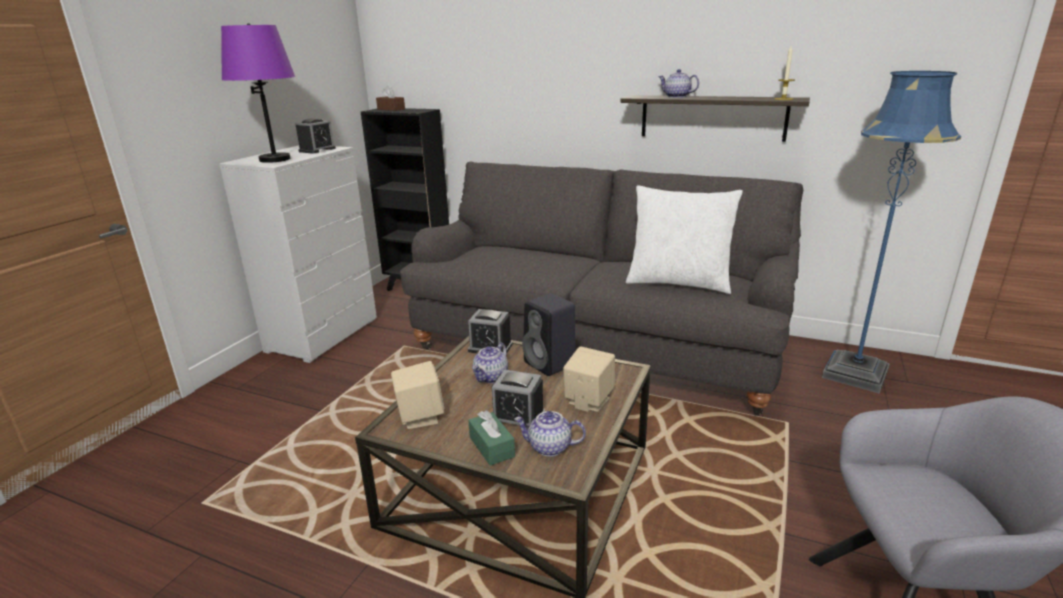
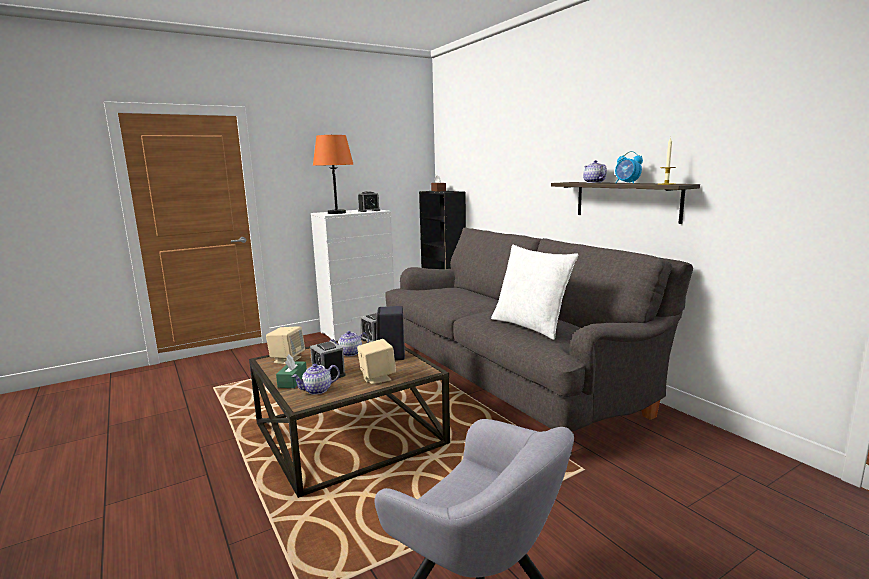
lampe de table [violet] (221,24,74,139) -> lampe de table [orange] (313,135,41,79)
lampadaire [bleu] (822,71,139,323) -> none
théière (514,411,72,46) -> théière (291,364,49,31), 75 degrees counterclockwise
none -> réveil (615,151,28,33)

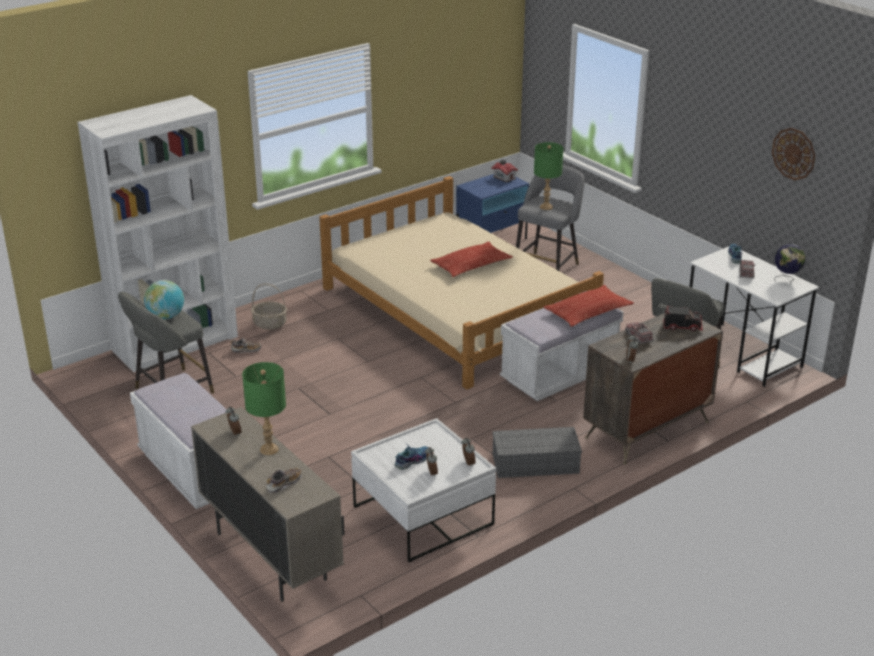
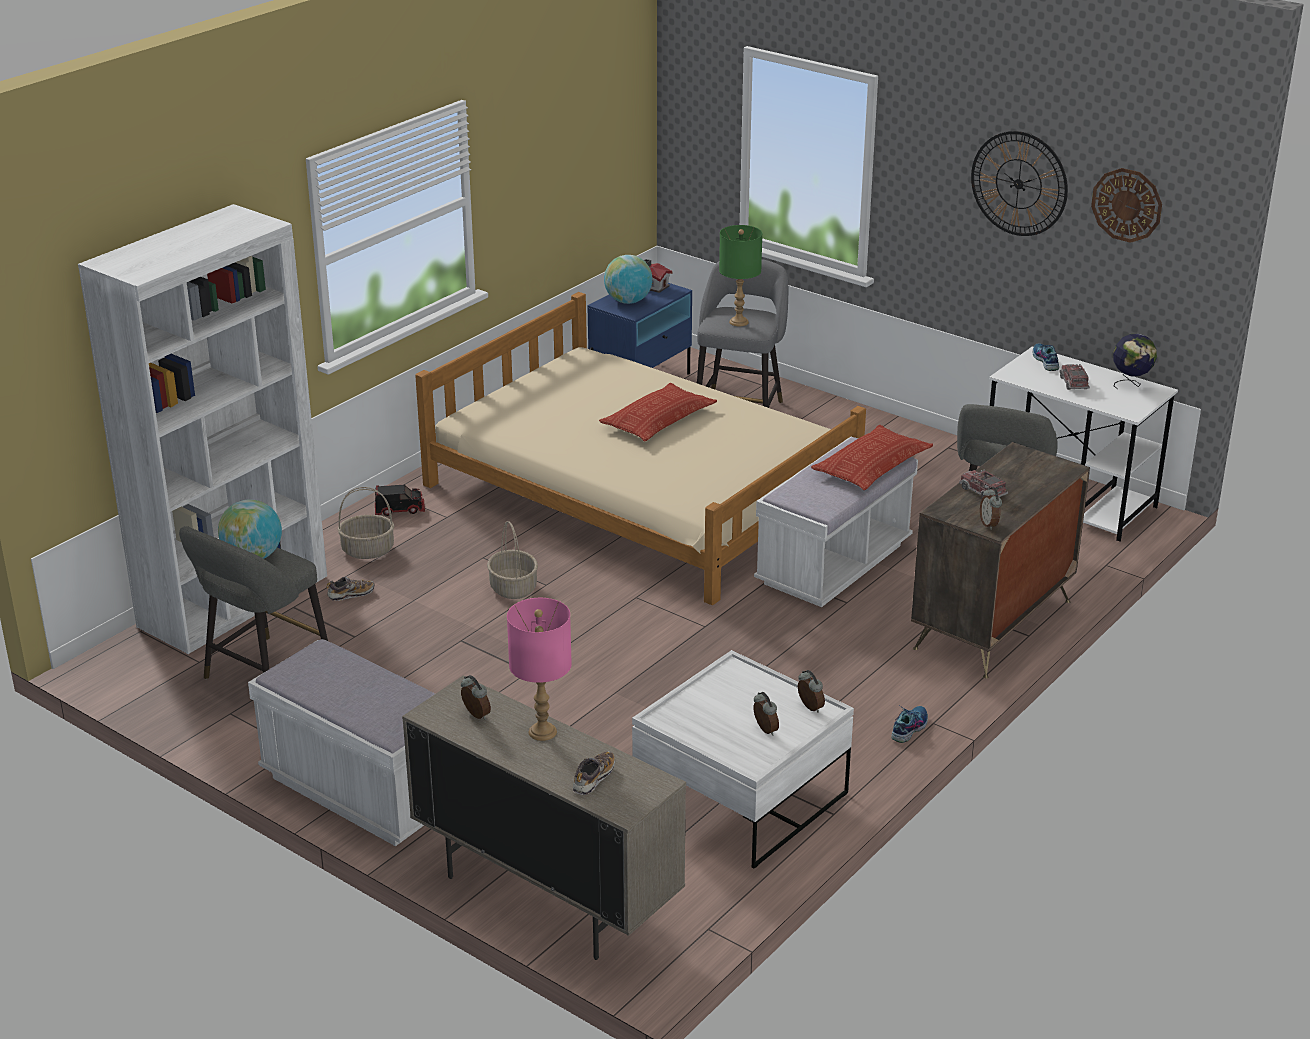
camion jouet (663,306,40,25) -> camion jouet (375,485,50,31), shifted
lampe de table [vert] (242,362,44,93) -> lampe de table [rose] (507,598,65,143)
boîte de rangement [gris] (492,427,90,51) -> none
chaussure (395,446,33,24) -> chaussure (891,705,37,38), shifted
none -> horloge murale (971,131,97,105)
none -> globe (604,255,49,49)
none -> panier (487,521,51,78)

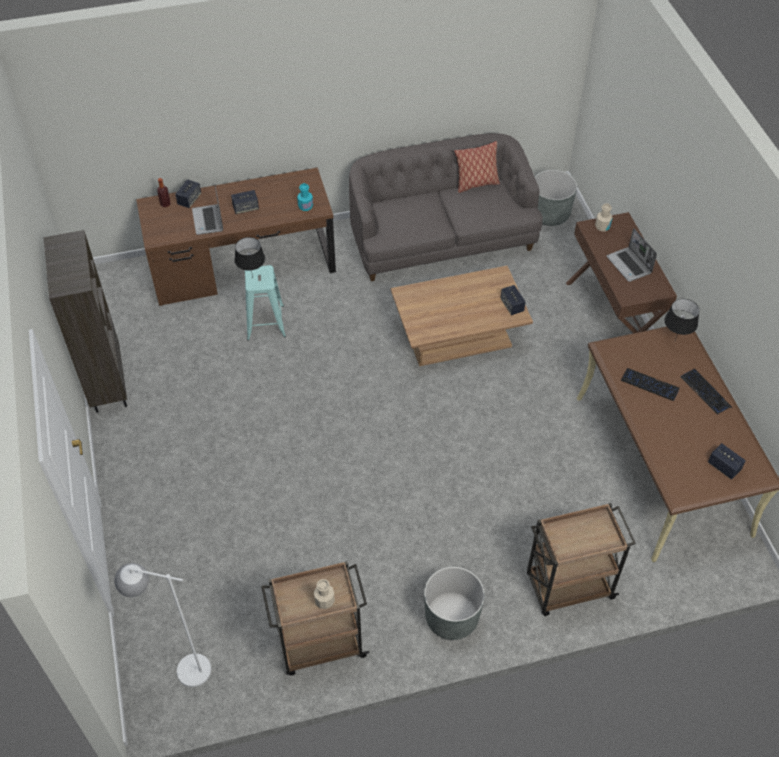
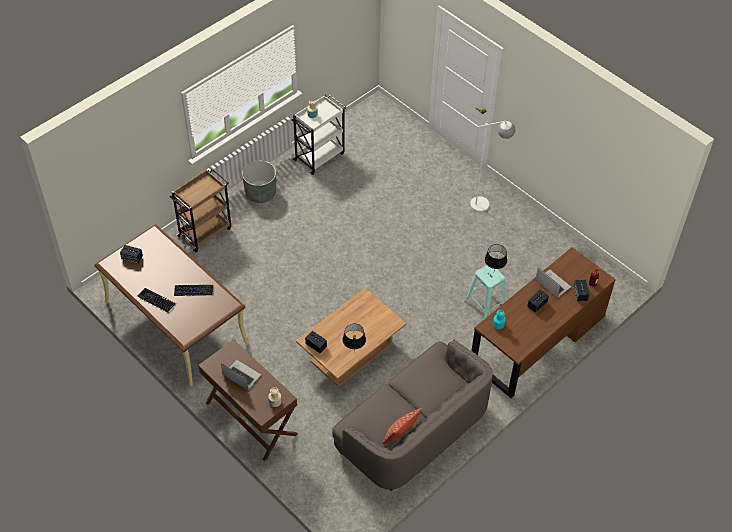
cache-pot [gris] (535,170,42,56) -> none
bibliothèque [marron] (43,230,84,183) -> none
lampe de table [noir] (664,299,35,41) -> lampe de table [noir] (343,324,23,25), shifted
chariot [marron] (261,561,108,115) -> chariot [blanc] (291,95,55,80)
lampadaire [blanc] (114,563,97,124) -> lampadaire [blanc] (470,121,45,91), shifted

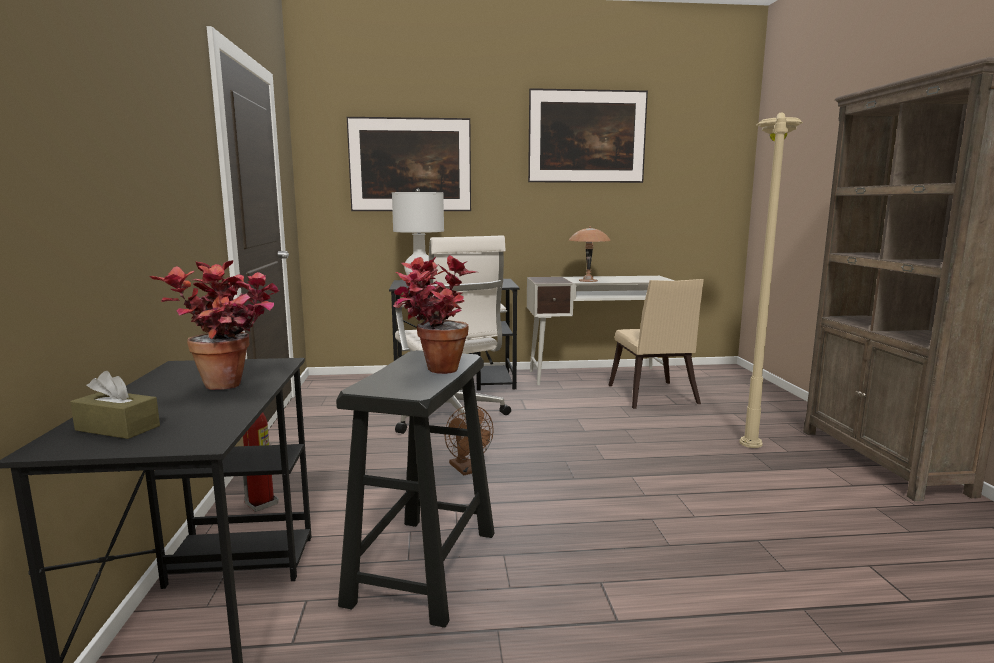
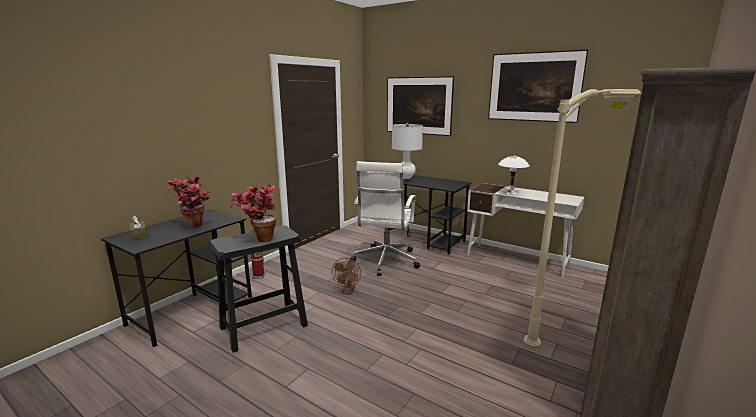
lampe de table [marron] (569,226,42,56) -> lampe de table [blanc] (498,155,32,40)
chaise [beige] (609,279,95,130) -> none

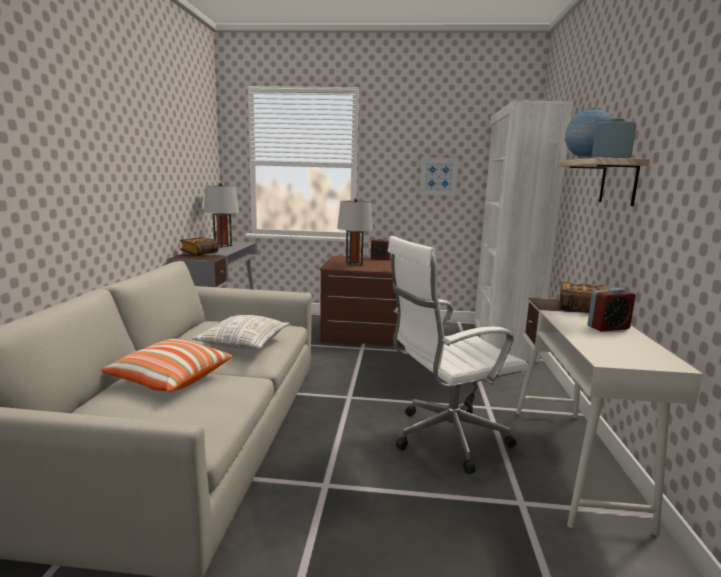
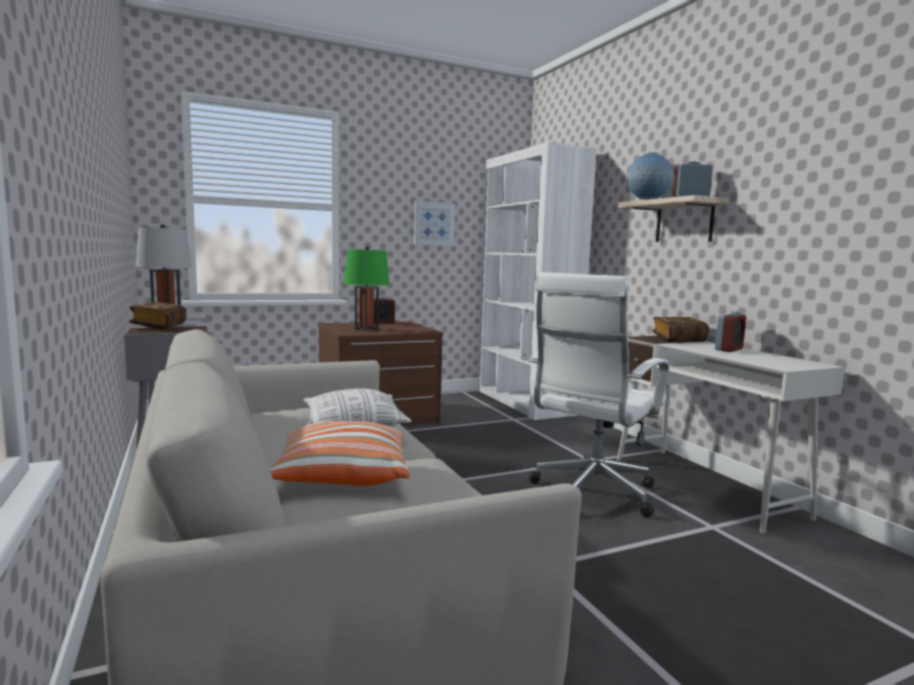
lampe de table [gris] (337,198,36,68) -> lampe de table [vert] (344,246,46,85)

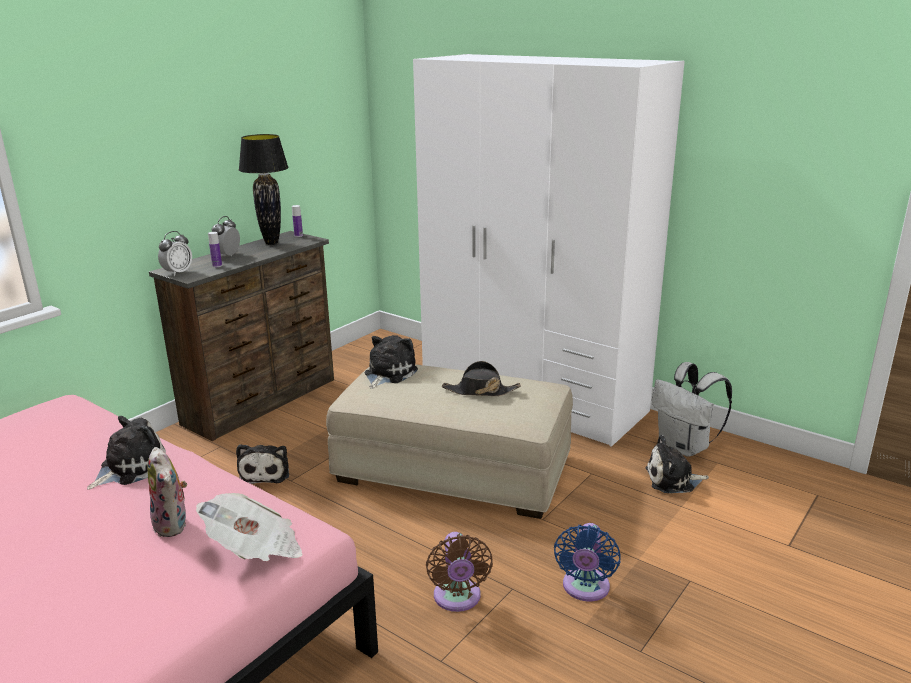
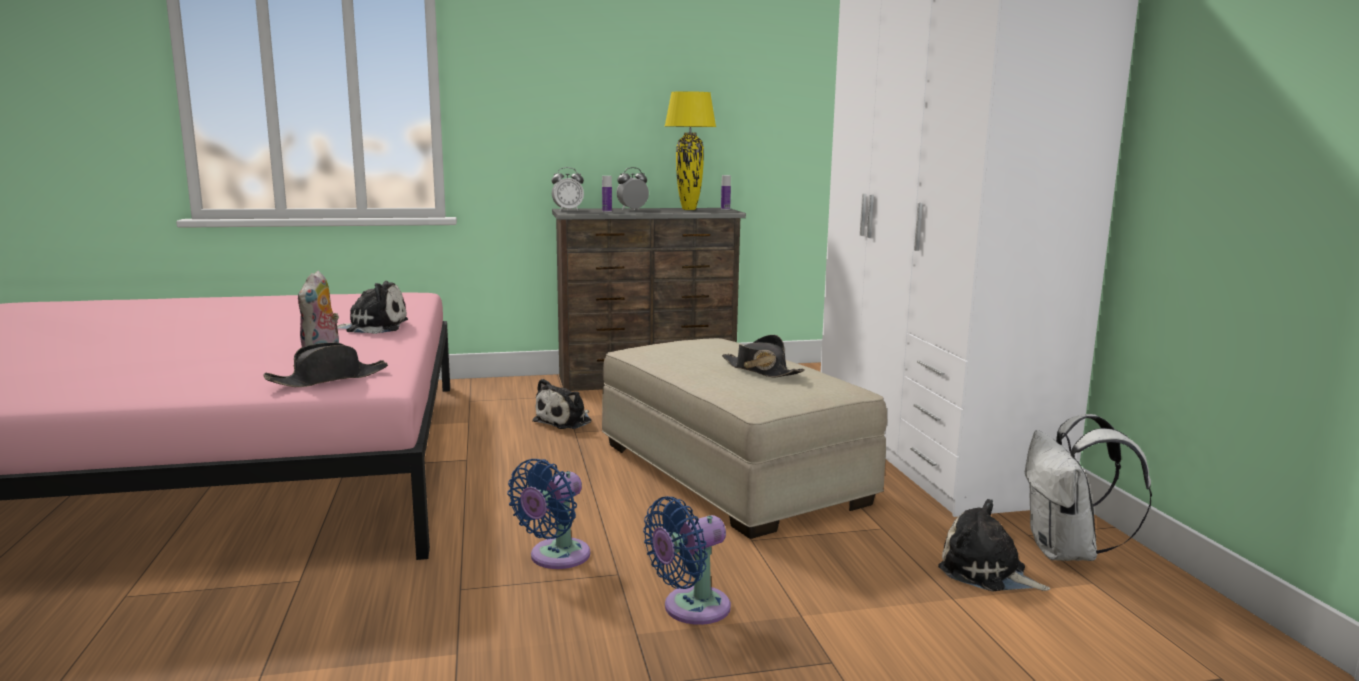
lampe de table [noir] (239,134,50,111) -> lampe de table [jaune] (665,91,51,119)
peluche (364,335,54,54) -> none
journal (196,493,107,68) -> chapeau [noir] (263,342,125,45)
ventilateur [marron] (426,532,67,80) -> ventilateur [bleu] (507,459,83,110)

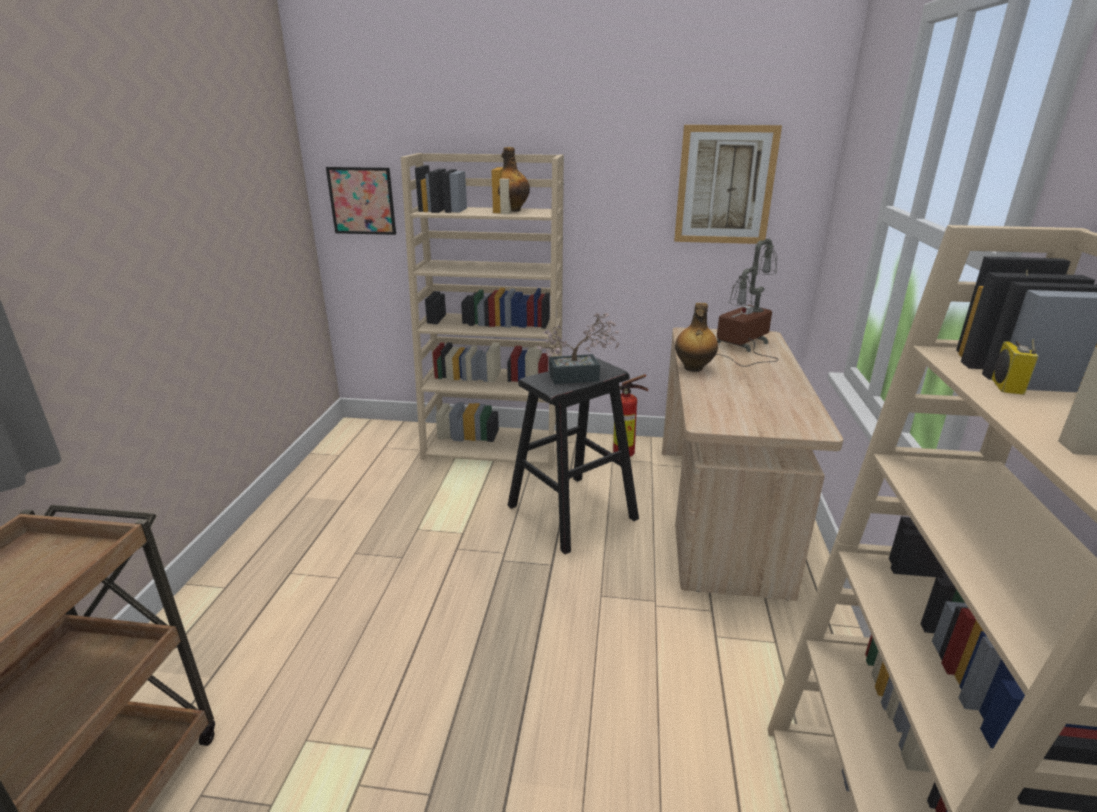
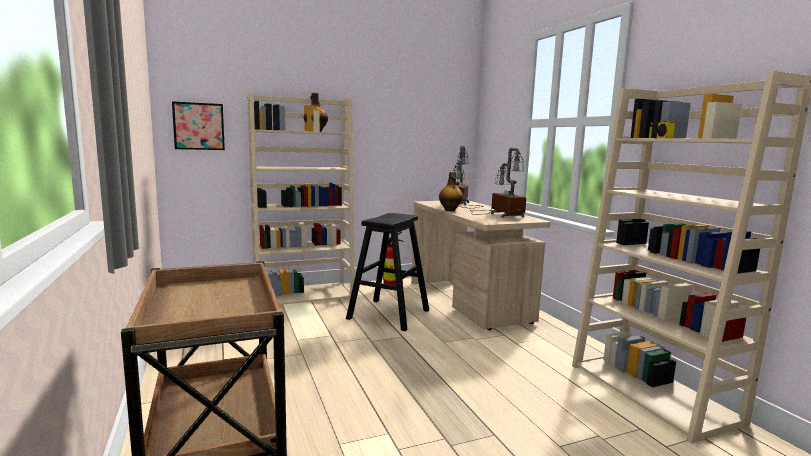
tableau (674,125,108,119) -> none
plante en pot (537,313,82,71) -> none
none -> lampe de table (470,148,56,70)

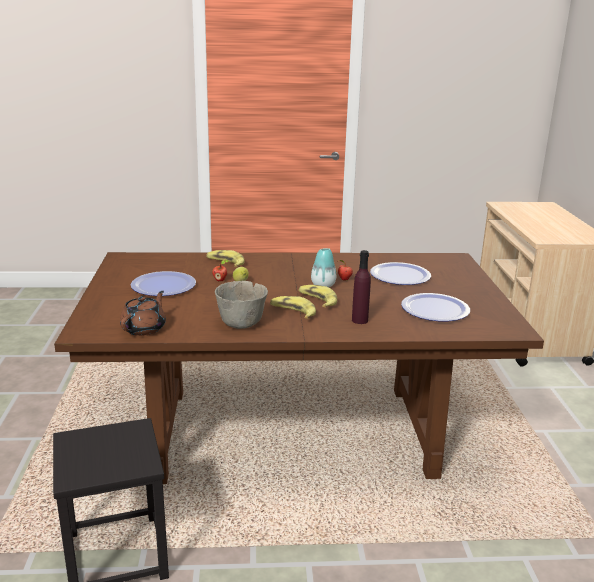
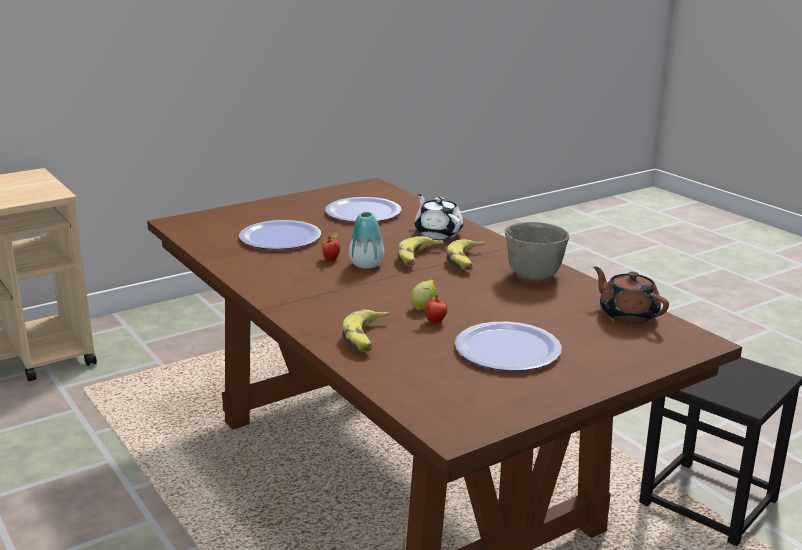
bouteille [violet] (352,250,19,74) -> théière [blanc] (415,194,48,45)
théière [marron] (120,291,46,45) -> théière [marron] (593,266,76,58), 60 degrees clockwise

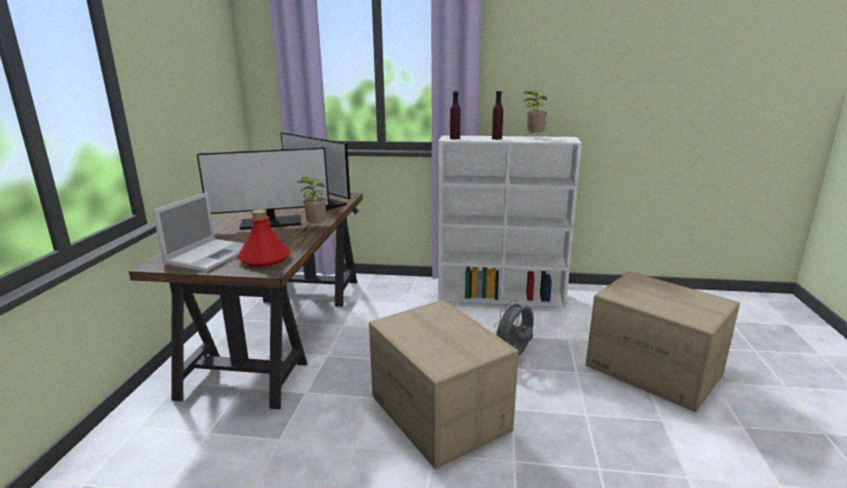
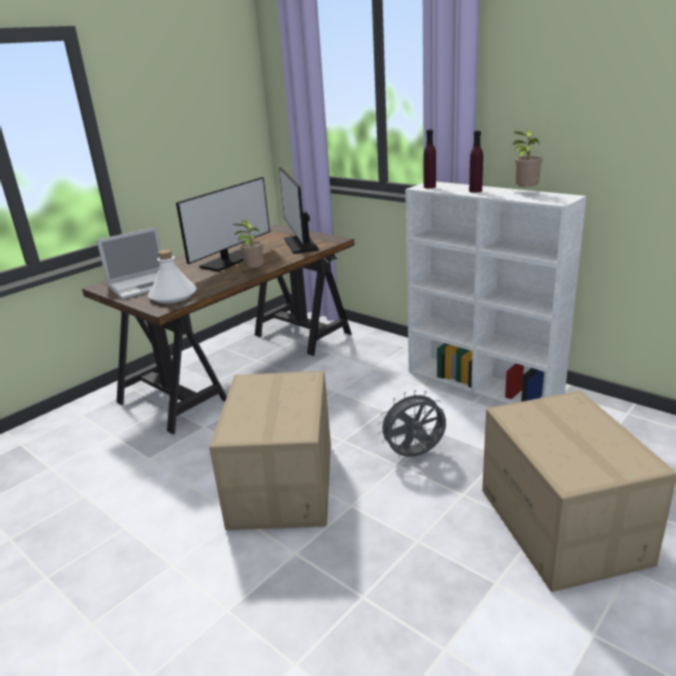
écran d'ordinateur (197,147,132,83) -> écran d'ordinateur (176,177,94,95), 75 degrees counterclockwise
bouteille [rouge] (237,209,54,58) -> bouteille [blanc] (148,250,49,54)

